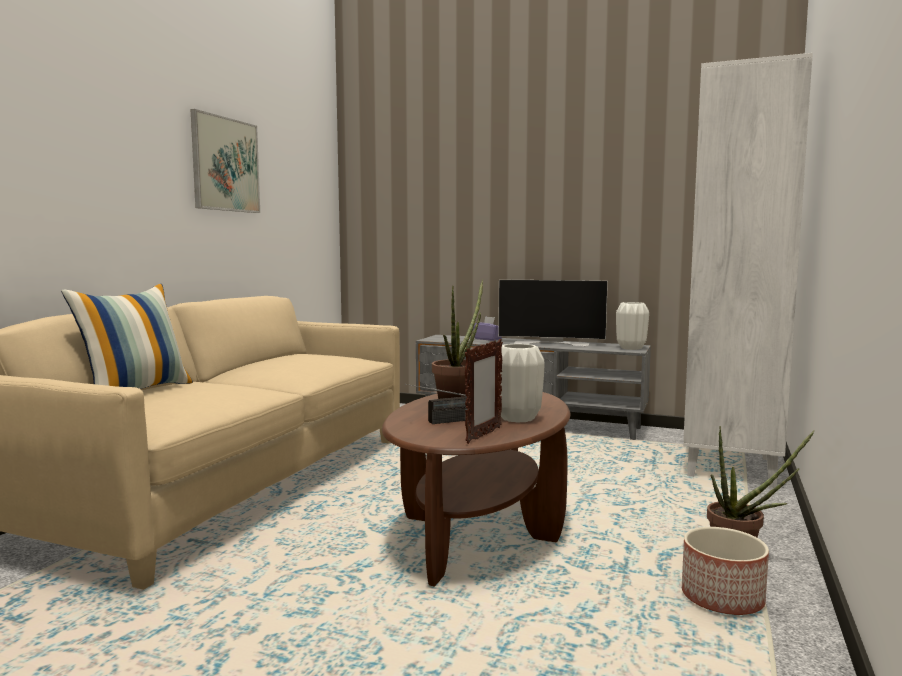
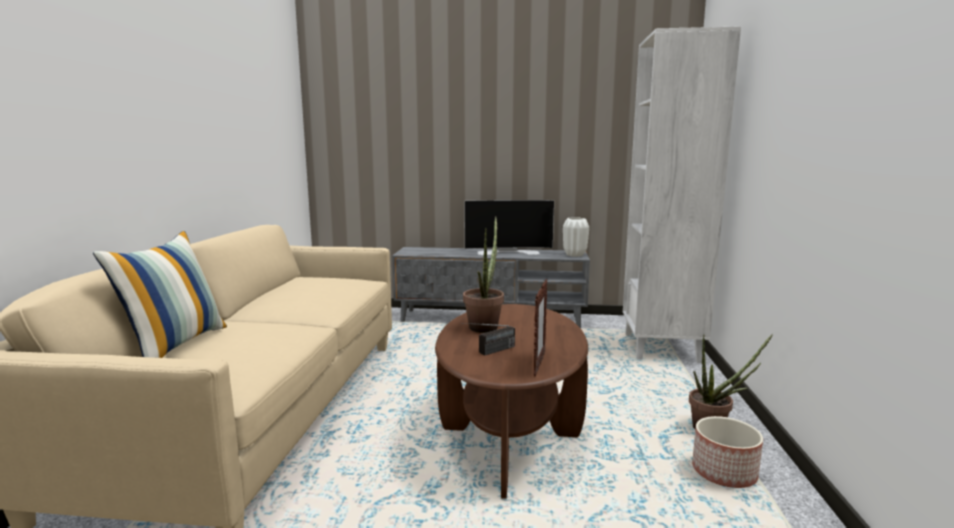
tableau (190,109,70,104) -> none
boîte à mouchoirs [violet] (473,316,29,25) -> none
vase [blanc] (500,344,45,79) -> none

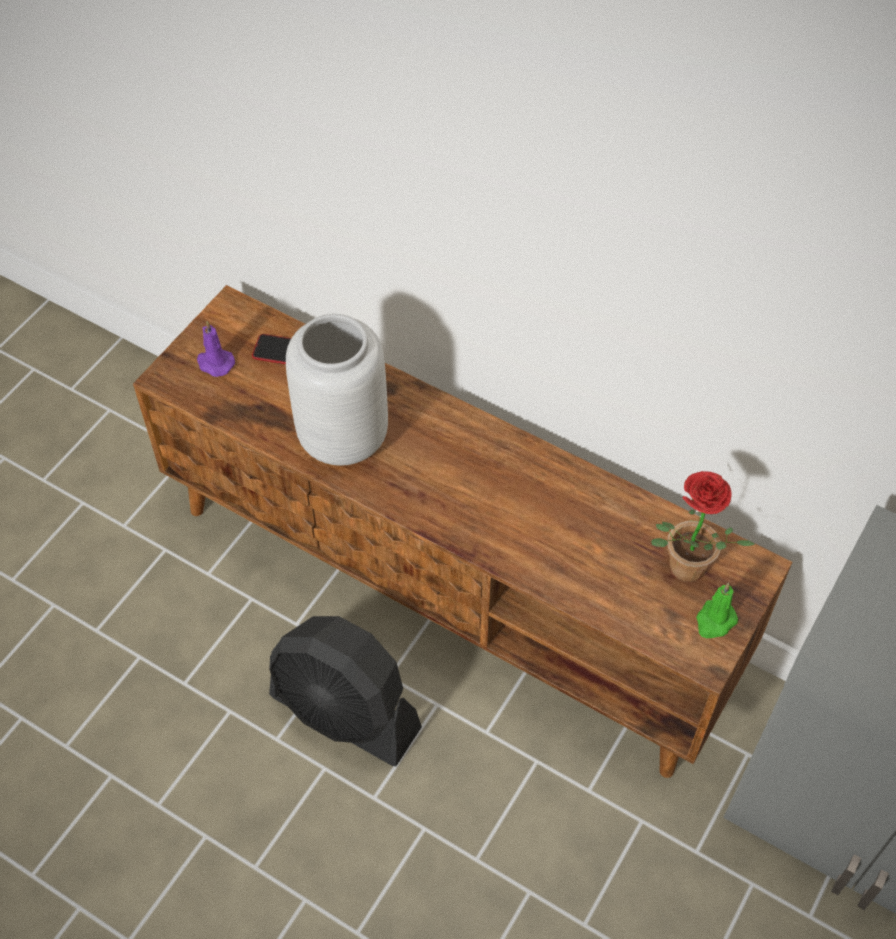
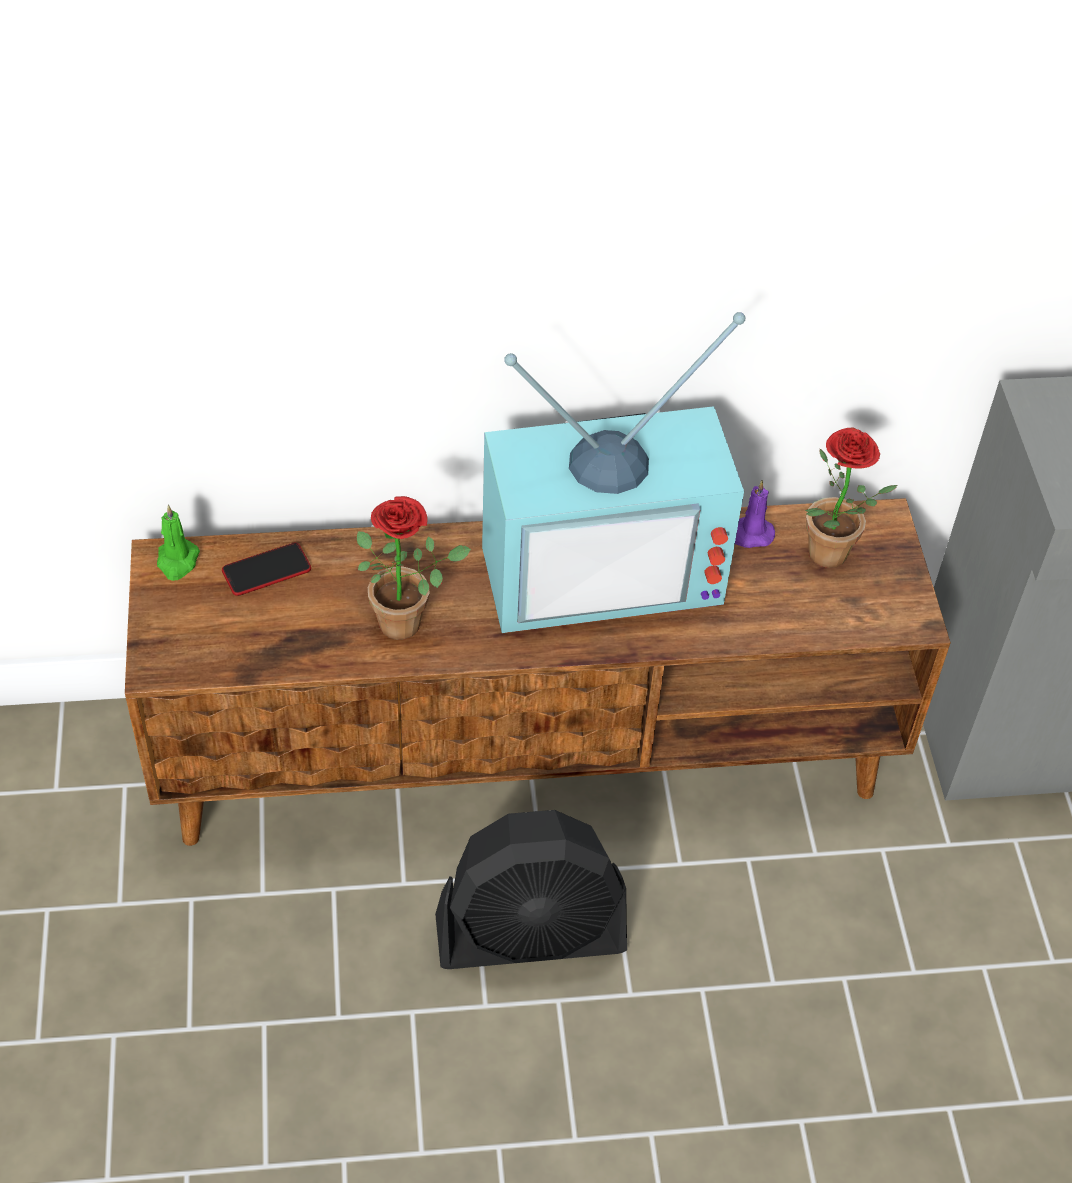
vase [gris] (286,314,102,152) -> plante en pot (357,496,114,144)
bougie [violet] (197,321,38,56) -> bougie [violet] (735,480,40,68), shifted
bougie [vert] (696,583,42,55) -> bougie [vert] (157,505,43,76), shifted
none -> téléviseur (482,312,263,321)

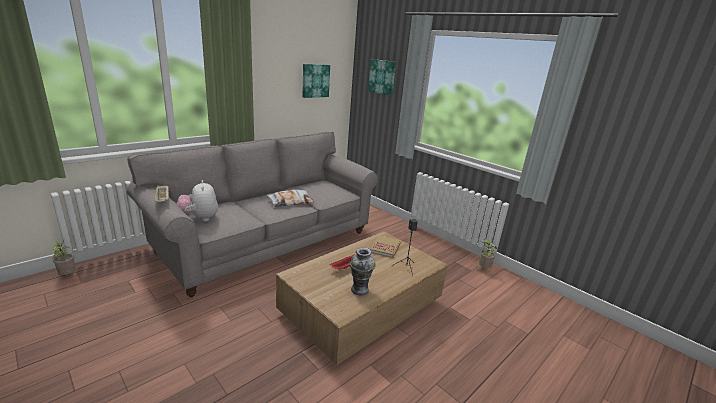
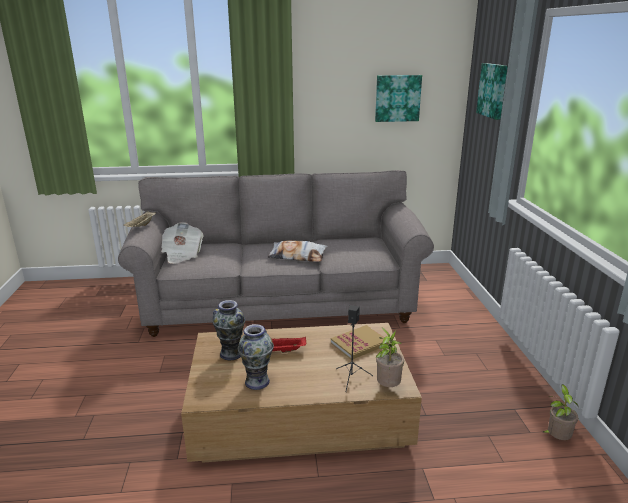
peluche (177,180,41,41) -> journal (161,222,43,42)
plante en pot (52,239,24,36) -> plante en pot (376,327,28,60), shifted
none -> vase (212,300,33,60)

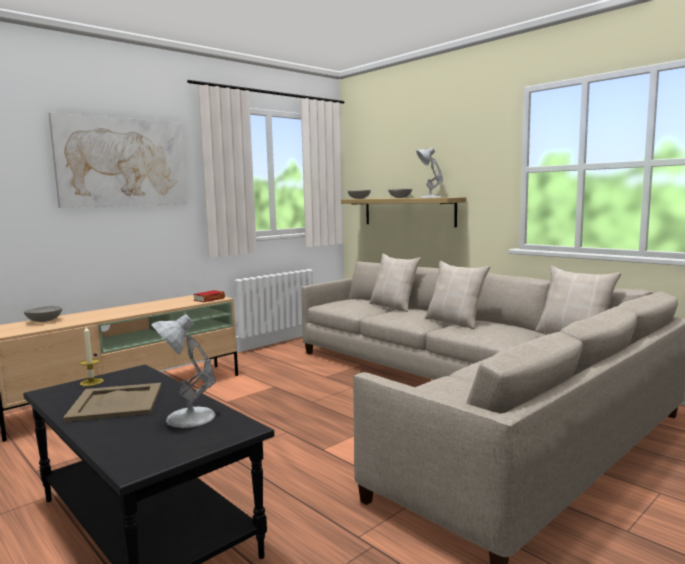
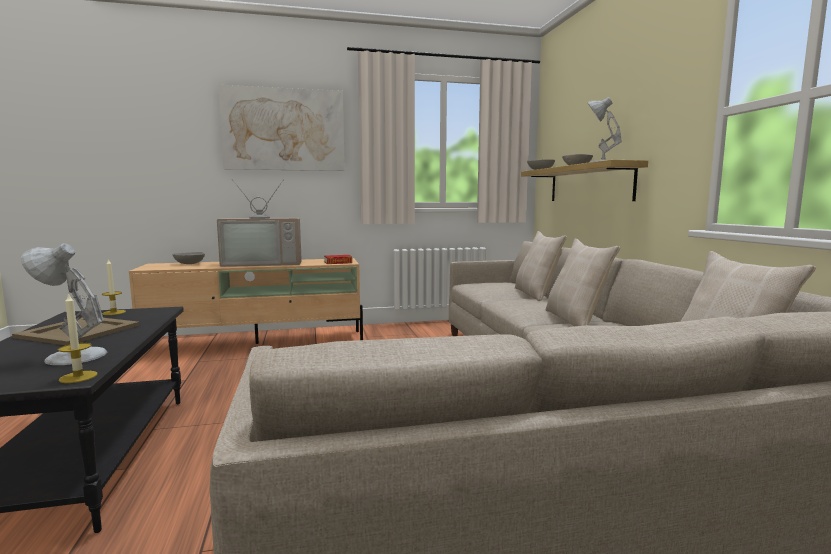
none -> téléviseur (217,179,85,88)
none -> bougie (58,292,40,91)

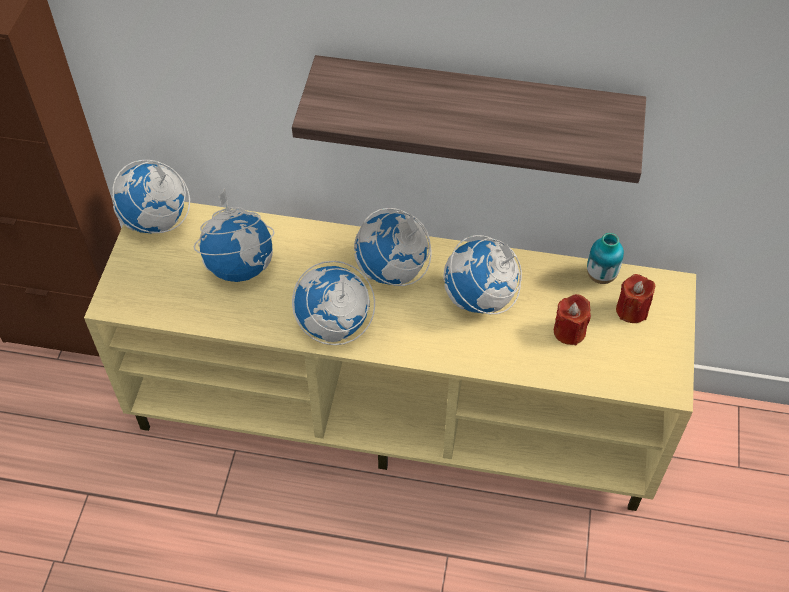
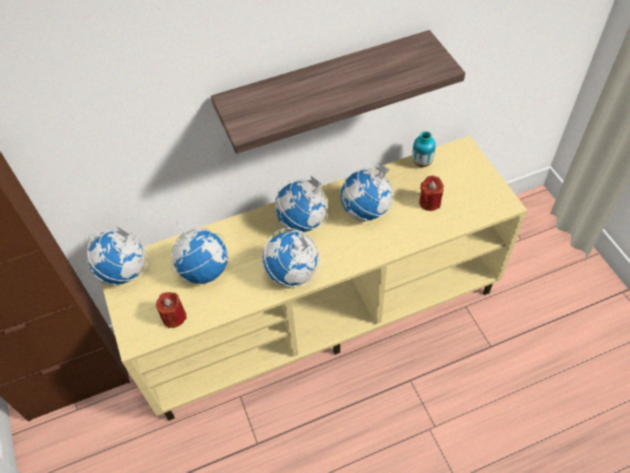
bougie [rouge] (616,274,39,49) -> bougie [rouge] (156,292,31,36), shifted

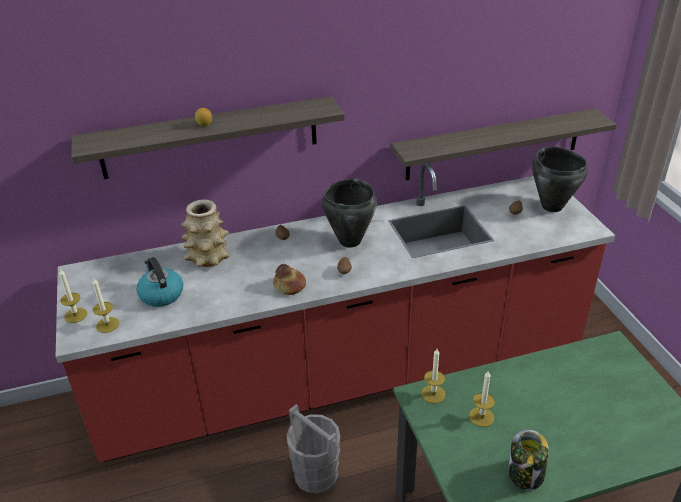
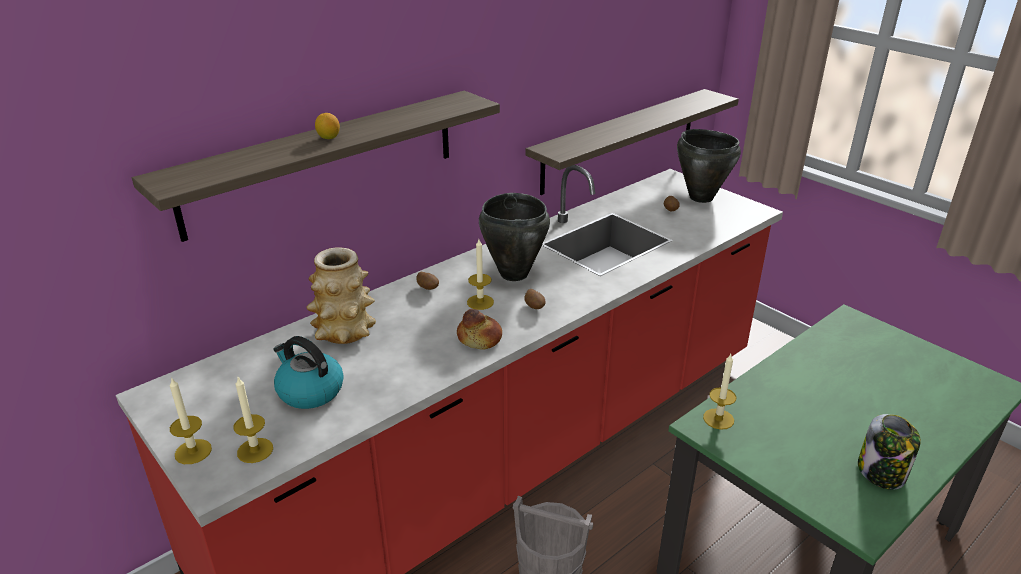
bougie (469,370,26,57) -> bougie (467,239,27,71), shifted

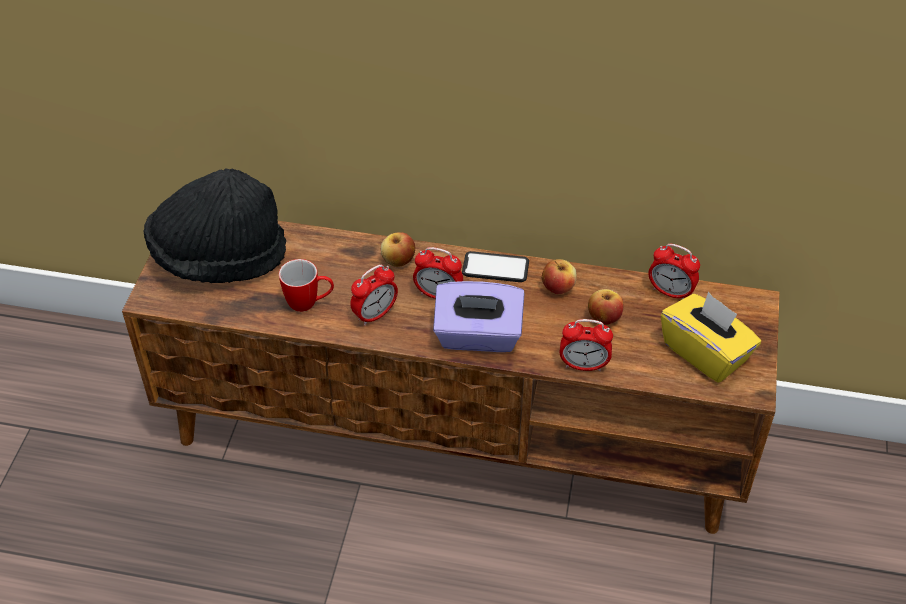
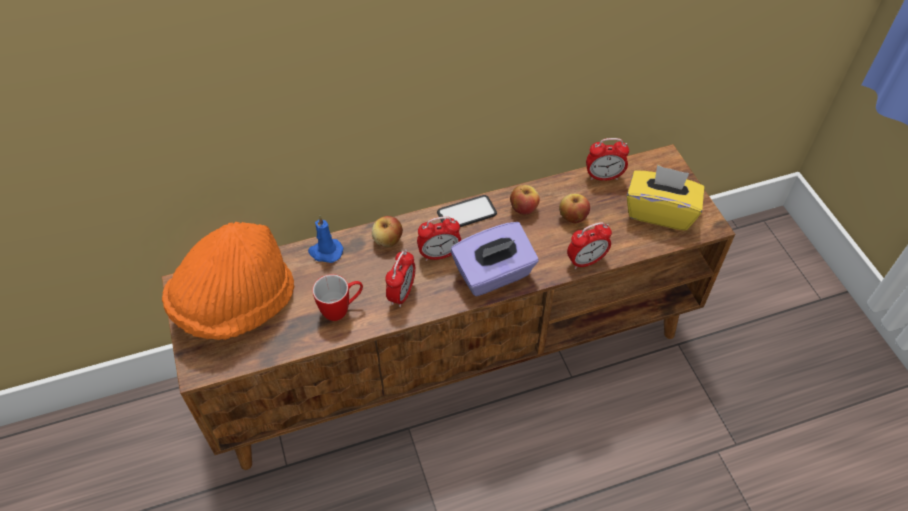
chapeau [noir] (144,168,142,115) -> chapeau [orange] (162,222,132,118)
none -> bougie [bleu] (308,215,35,48)

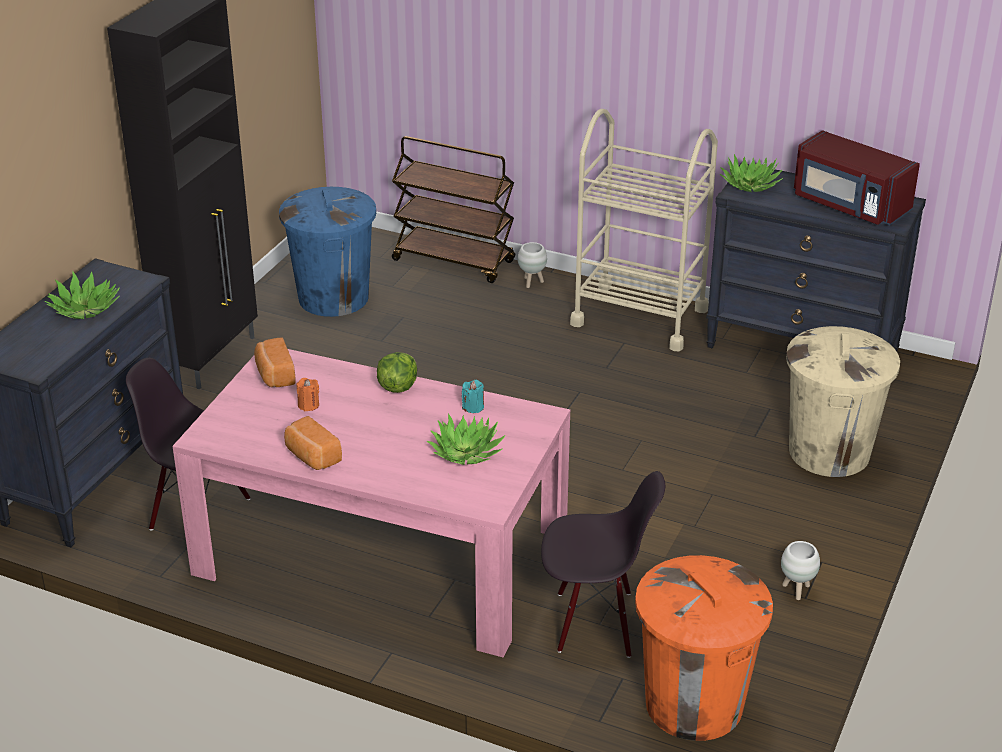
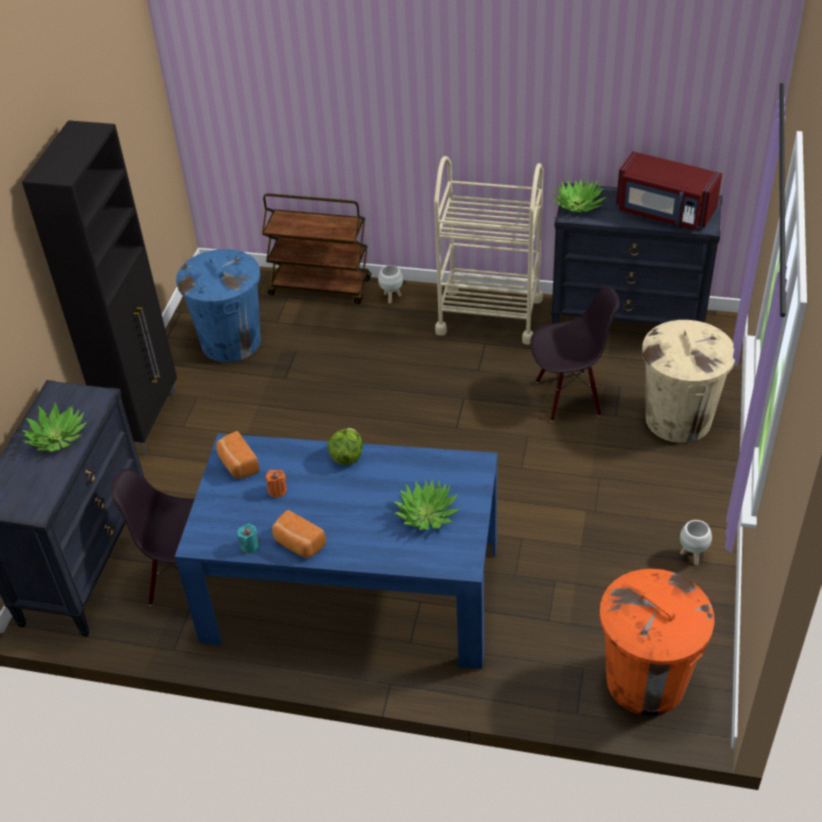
table à manger [rose] (173,349,397,308) -> table à manger [bleu] (175,434,322,235)
bougie [turquoise] (462,380,22,33) -> bougie [turquoise] (237,524,23,30), shifted
chaise [noir] (541,471,124,187) -> chaise [noir] (530,286,89,135), shifted

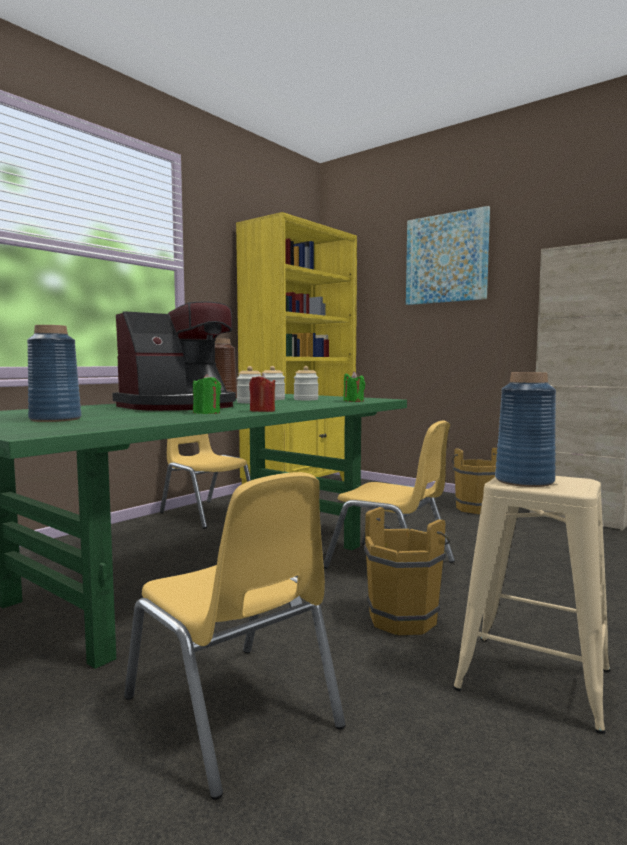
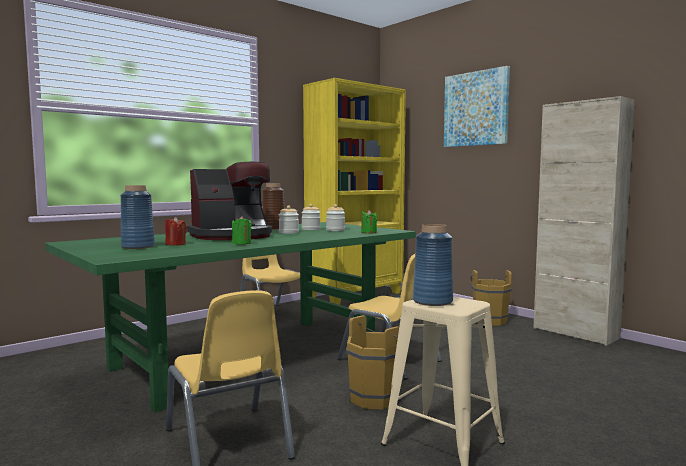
bougie [rouge] (249,374,26,38) -> bougie [rouge] (165,217,22,29), shifted

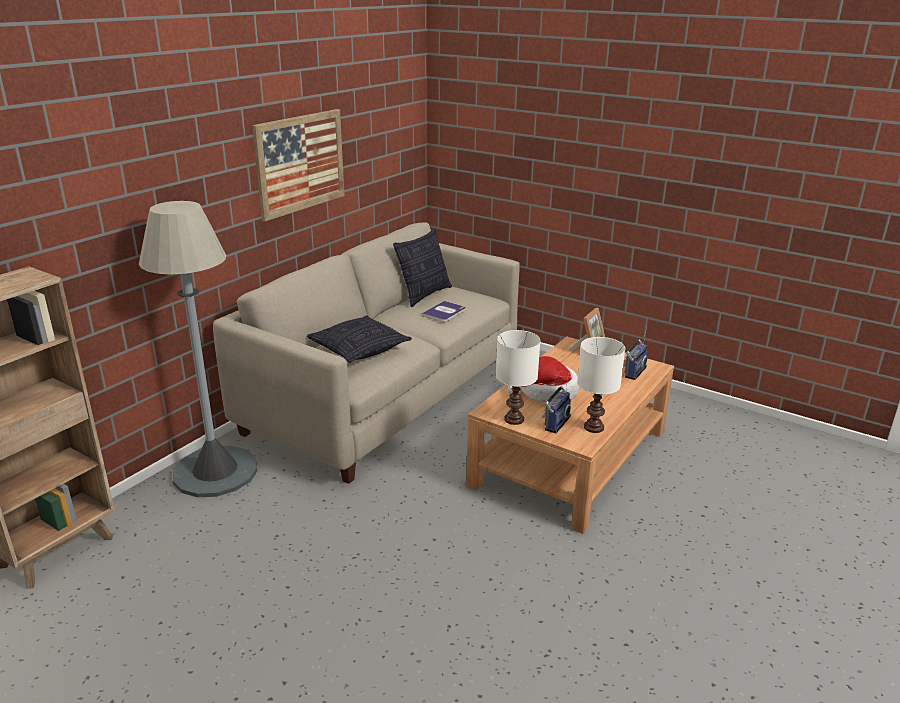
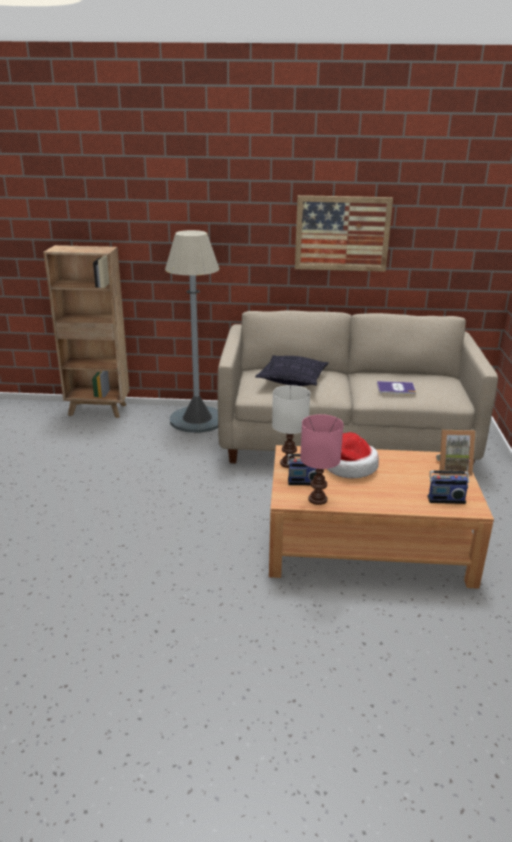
coussin (393,228,59,79) -> none
lampe de table [blanc] (577,337,48,96) -> lampe de table [rose] (300,414,44,91)

